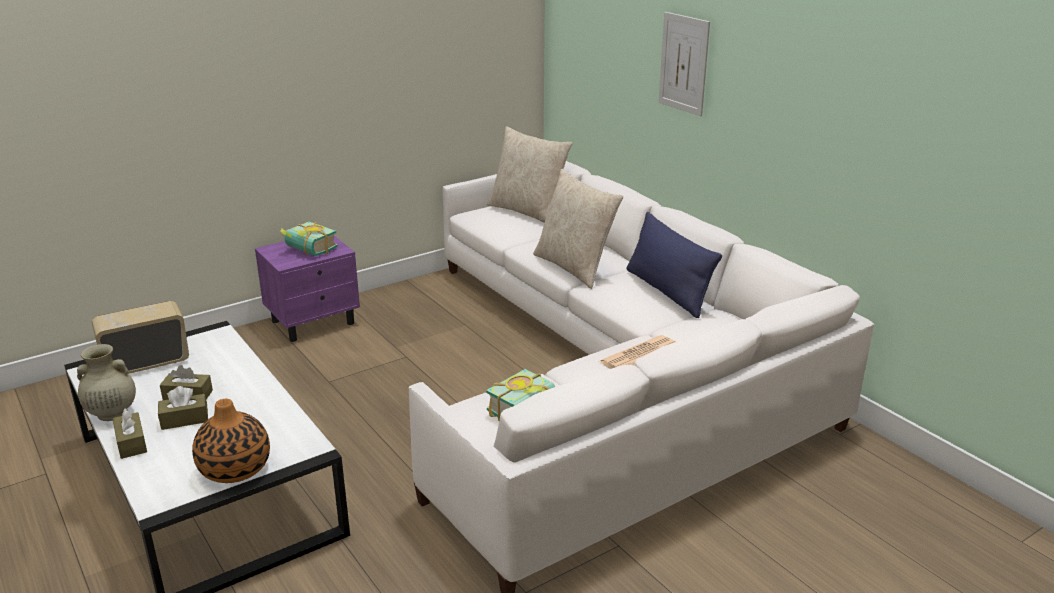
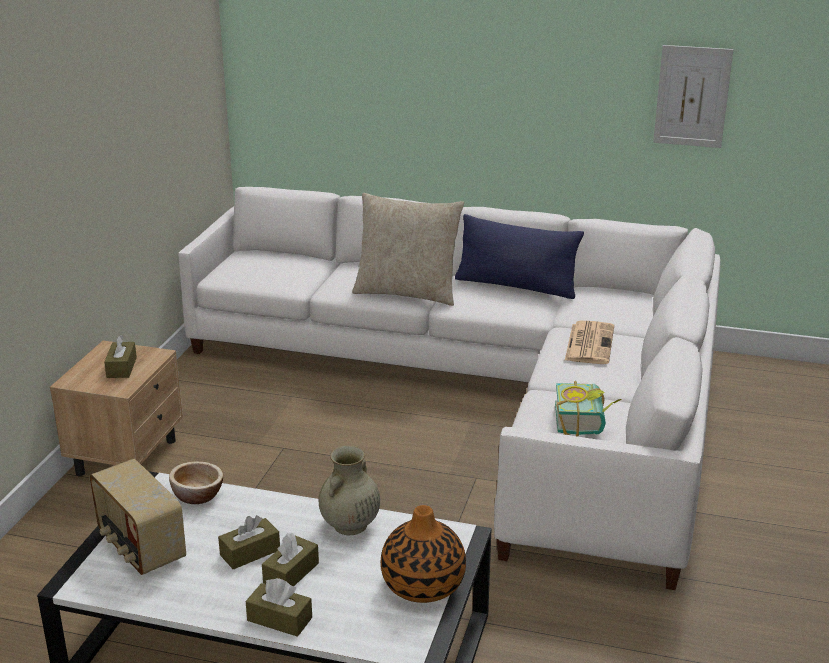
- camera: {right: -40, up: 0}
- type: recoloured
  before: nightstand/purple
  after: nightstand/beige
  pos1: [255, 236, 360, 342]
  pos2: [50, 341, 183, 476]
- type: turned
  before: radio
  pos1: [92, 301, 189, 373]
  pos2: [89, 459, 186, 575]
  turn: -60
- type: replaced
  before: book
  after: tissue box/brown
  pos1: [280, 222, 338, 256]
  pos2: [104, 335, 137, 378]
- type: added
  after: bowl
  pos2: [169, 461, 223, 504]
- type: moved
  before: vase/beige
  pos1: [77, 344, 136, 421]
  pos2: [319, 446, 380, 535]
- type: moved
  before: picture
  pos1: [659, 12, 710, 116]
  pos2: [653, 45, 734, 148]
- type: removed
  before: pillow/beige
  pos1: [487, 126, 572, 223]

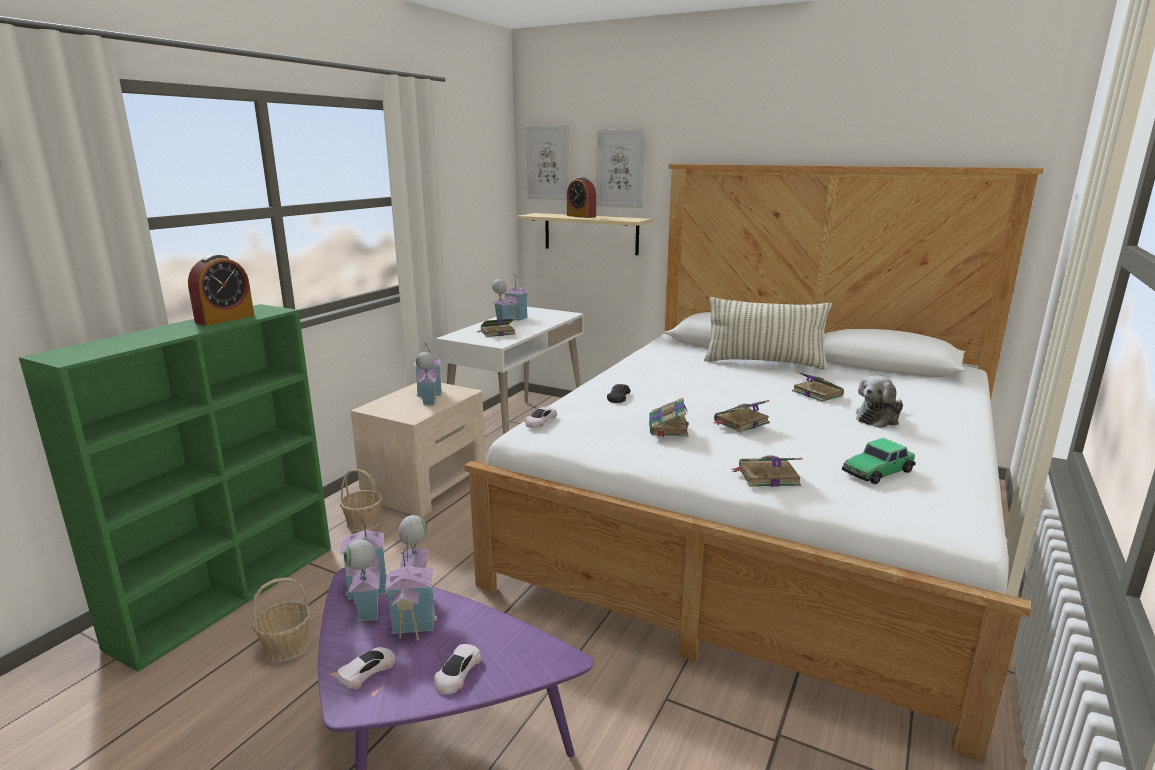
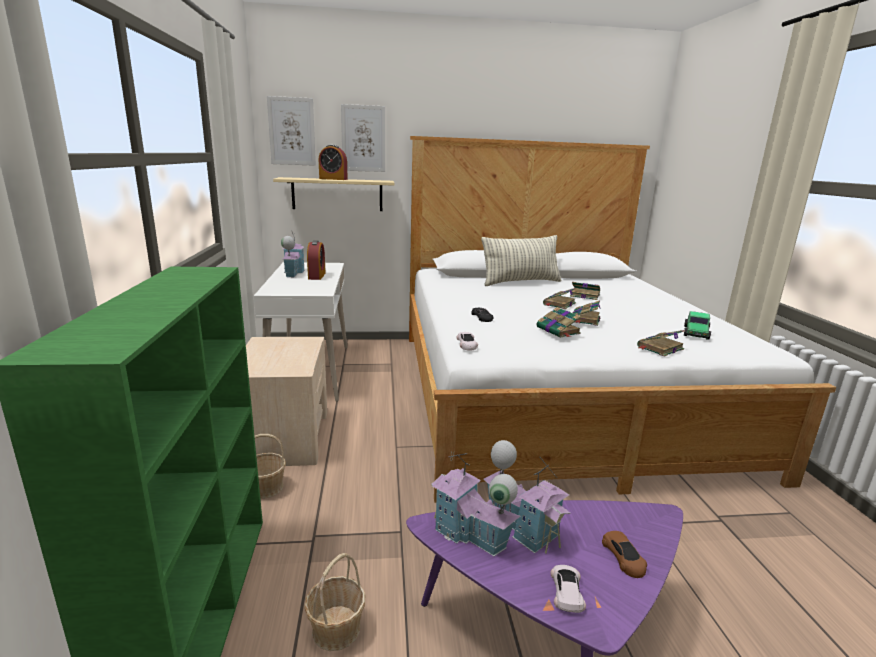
- camera: {right: -35, up: 0}
- type: moved
  before: alarm clock
  pos1: [188, 254, 254, 326]
  pos2: [307, 240, 326, 280]
- type: moved
  before: book
  pos1: [476, 318, 516, 337]
  pos2: [543, 288, 576, 309]
- type: recoloured
  before: toy car/white
  after: toy car/brown
  pos1: [434, 644, 482, 695]
  pos2: [602, 531, 647, 578]
- type: removed
  before: toy house
  pos1: [414, 342, 442, 405]
- type: removed
  before: plush toy
  pos1: [856, 375, 903, 428]

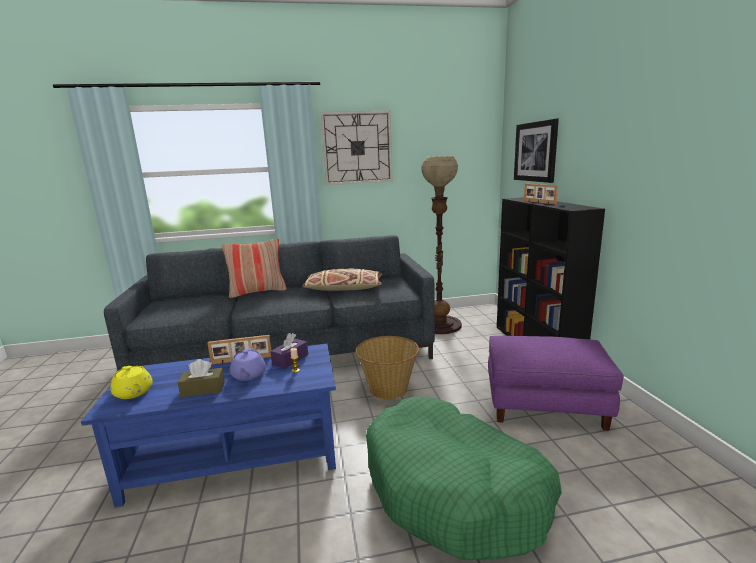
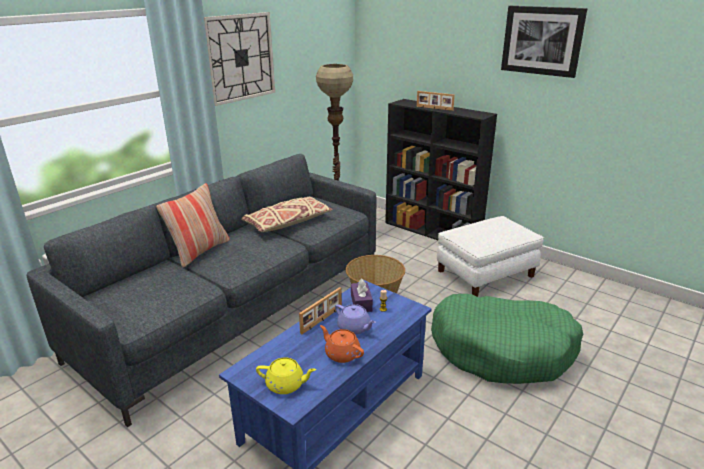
- camera: {right: -40, up: 10}
- type: replaced
  before: tissue box/brown
  after: teapot/orange
  pos1: [178, 359, 225, 397]
  pos2: [320, 325, 364, 363]
- type: recoloured
  before: ottoman/purple
  after: ottoman/white
  pos1: [488, 336, 624, 431]
  pos2: [437, 216, 544, 297]
- type: moved
  before: picture
  pos1: [514, 118, 559, 183]
  pos2: [501, 6, 587, 78]

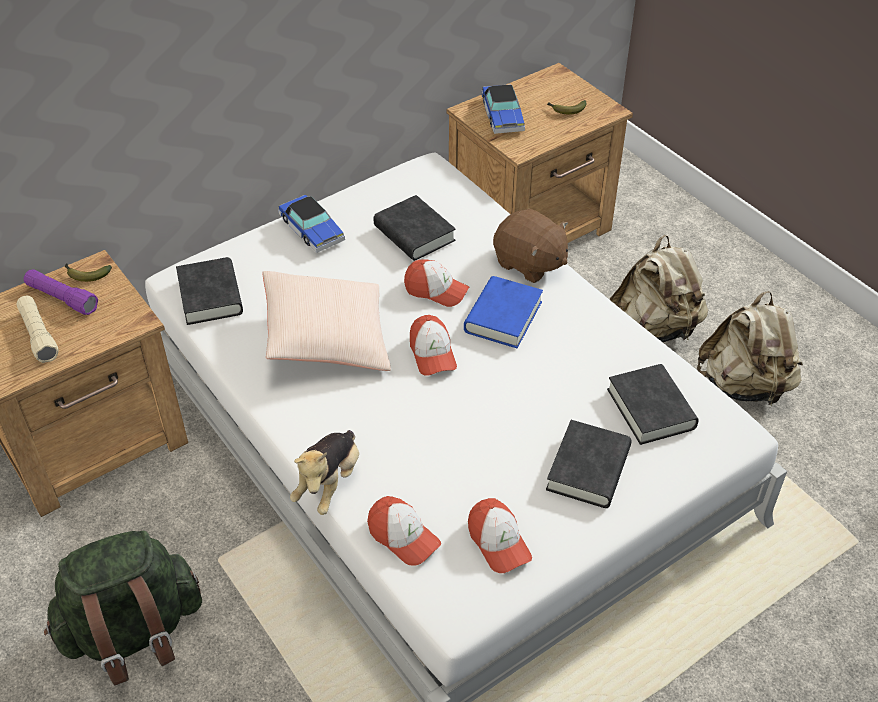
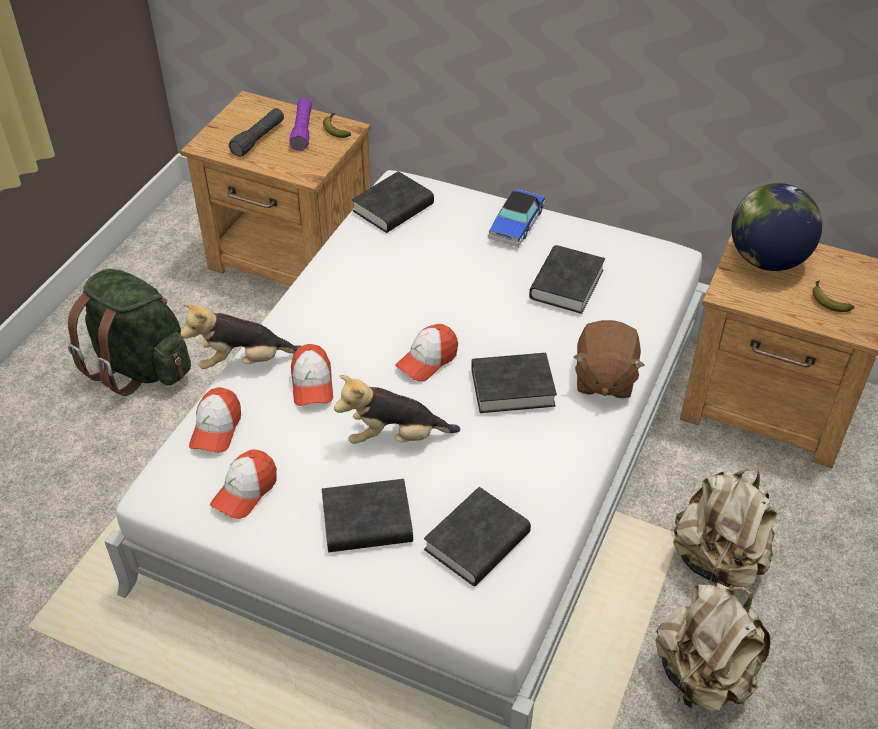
- camera: {right: 60, up: 0}
- type: recoloured
  before: flashlight/beige
  after: flashlight/black
  pos1: [16, 296, 59, 363]
  pos2: [229, 108, 284, 157]
- type: moved
  before: cap
  pos1: [404, 260, 469, 307]
  pos2: [291, 344, 333, 406]
- type: added
  after: plush toy
  pos2: [334, 375, 460, 444]
- type: recoloured
  before: book/blue
  after: book/black
  pos1: [464, 276, 543, 348]
  pos2: [471, 353, 557, 413]
- type: replaced
  before: toy car
  after: globe
  pos1: [482, 84, 525, 134]
  pos2: [731, 183, 822, 271]
- type: removed
  before: pillow/beige
  pos1: [262, 271, 391, 371]

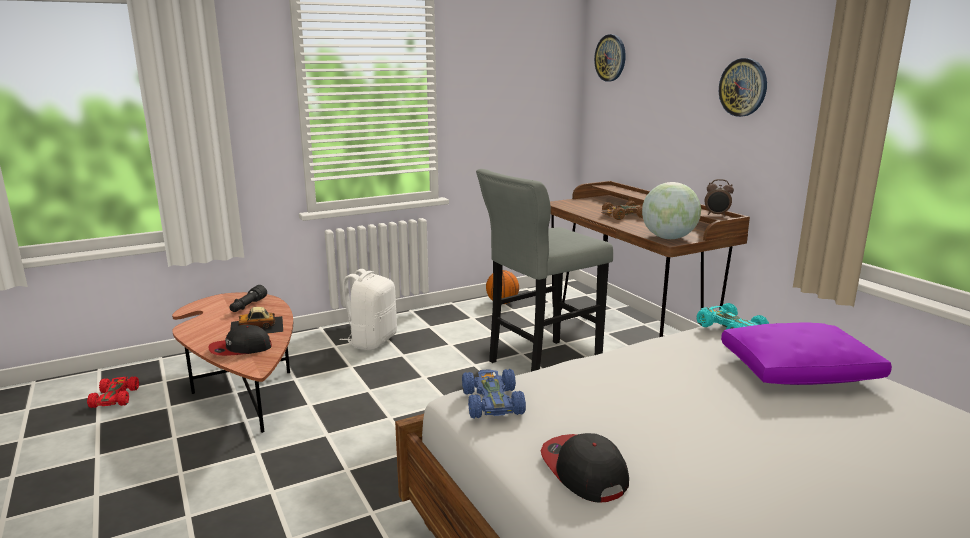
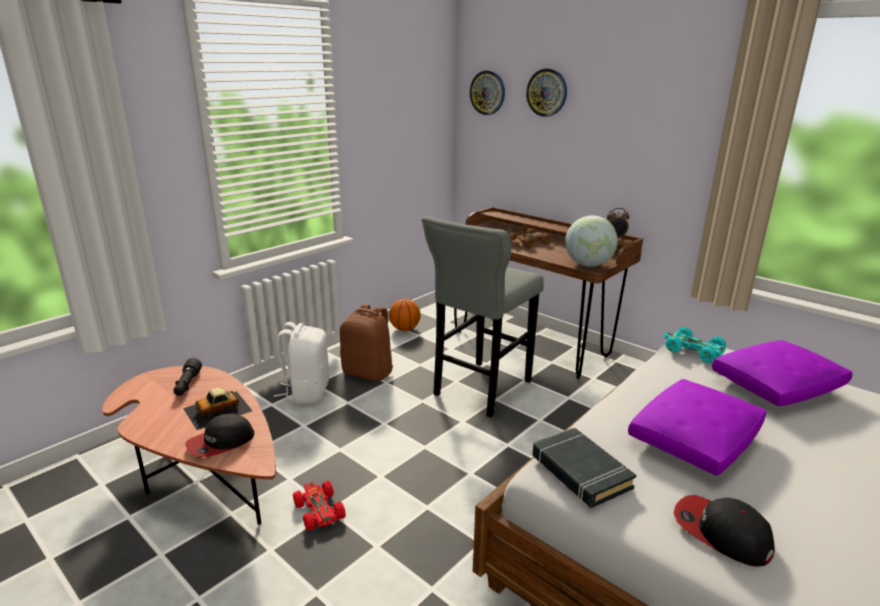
- camera: {right: -20, up: 5}
- type: moved
  before: toy car/red
  pos1: [87, 376, 139, 408]
  pos2: [293, 481, 346, 531]
- type: added
  after: backpack/brown
  pos2: [340, 304, 393, 381]
- type: moved
  before: wall clock
  pos1: [719, 58, 767, 117]
  pos2: [526, 68, 567, 117]
- type: replaced
  before: toy car/blue
  after: book/black
  pos1: [462, 369, 526, 418]
  pos2: [532, 427, 636, 508]
- type: added
  after: pillow/purple
  pos2: [628, 379, 766, 476]

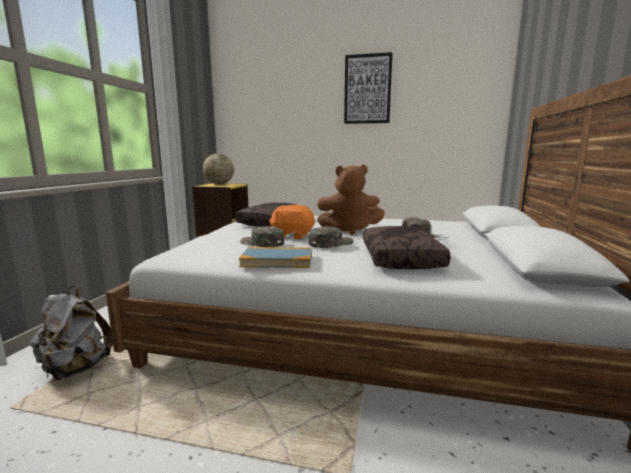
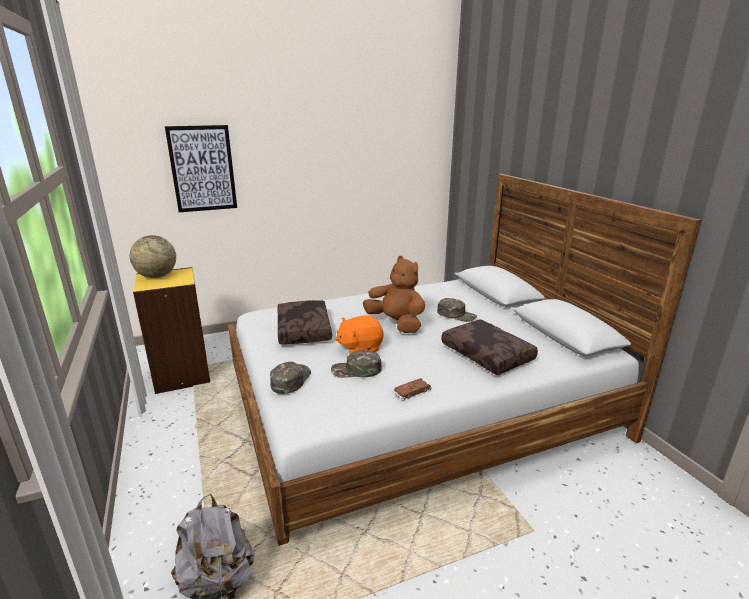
- camera: {right: -35, up: 10}
- type: moved
  before: picture
  pos1: [344, 52, 393, 124]
  pos2: [165, 125, 237, 212]
- type: moved
  before: cap/green
  pos1: [309, 226, 354, 248]
  pos2: [270, 362, 311, 394]
- type: turned
  before: plush toy/brown
  pos1: [317, 164, 385, 235]
  pos2: [363, 256, 425, 333]
  turn: -105
- type: replaced
  before: book
  after: toy car/brown
  pos1: [239, 247, 312, 268]
  pos2: [393, 378, 432, 400]

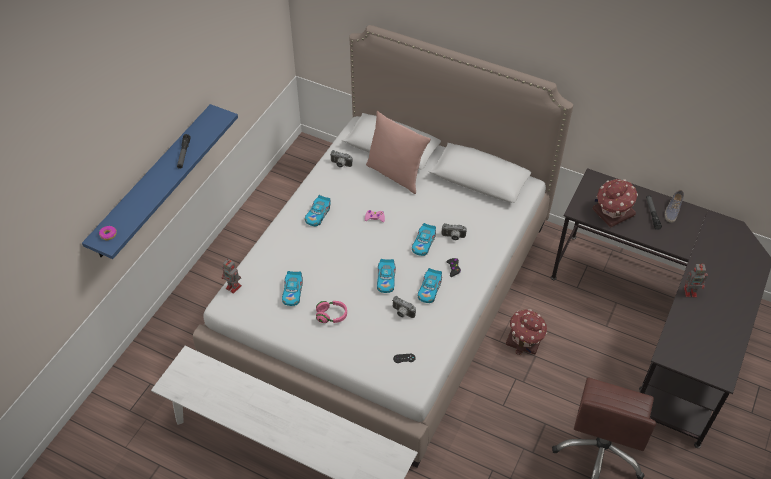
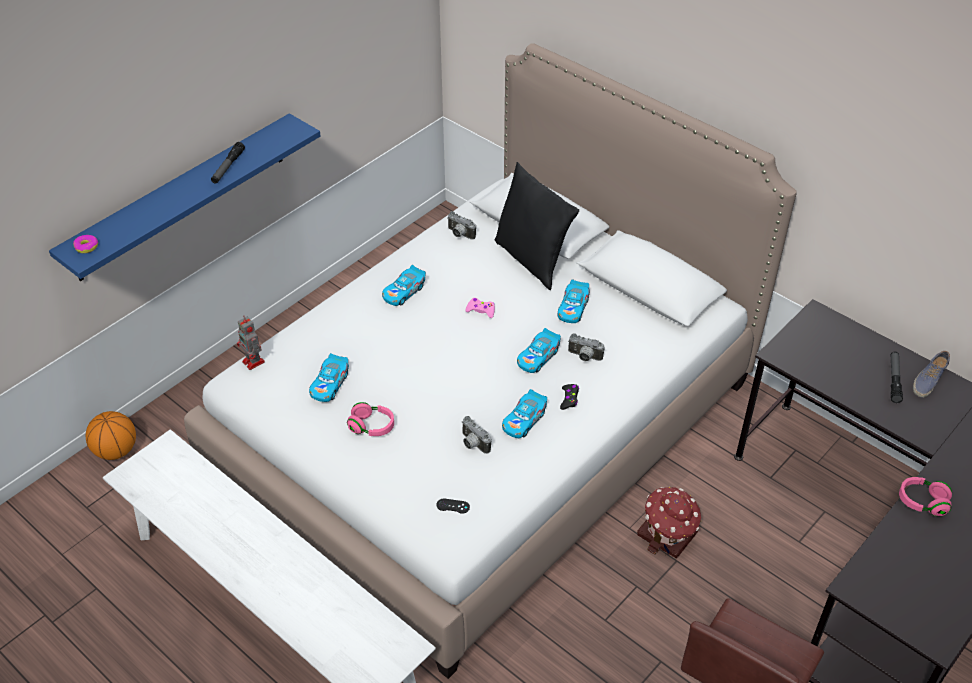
- camera: {right: 15, up: -5}
- type: added
  after: basketball
  pos2: [86, 411, 136, 460]
- type: recoloured
  before: pillow/pink
  after: pillow/black
  pos1: [366, 111, 431, 194]
  pos2: [494, 162, 579, 290]
- type: moved
  before: toy car
  pos1: [377, 259, 396, 293]
  pos2: [557, 279, 590, 323]
- type: replaced
  before: toy robot
  after: headphones/pink
  pos1: [684, 263, 708, 297]
  pos2: [899, 477, 952, 516]
- type: removed
  before: toy house
  pos1: [592, 179, 638, 228]

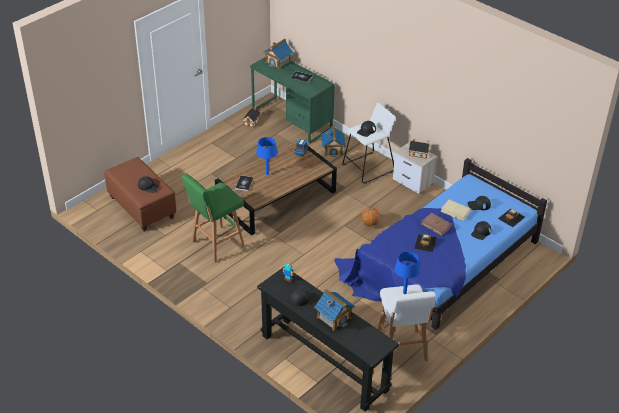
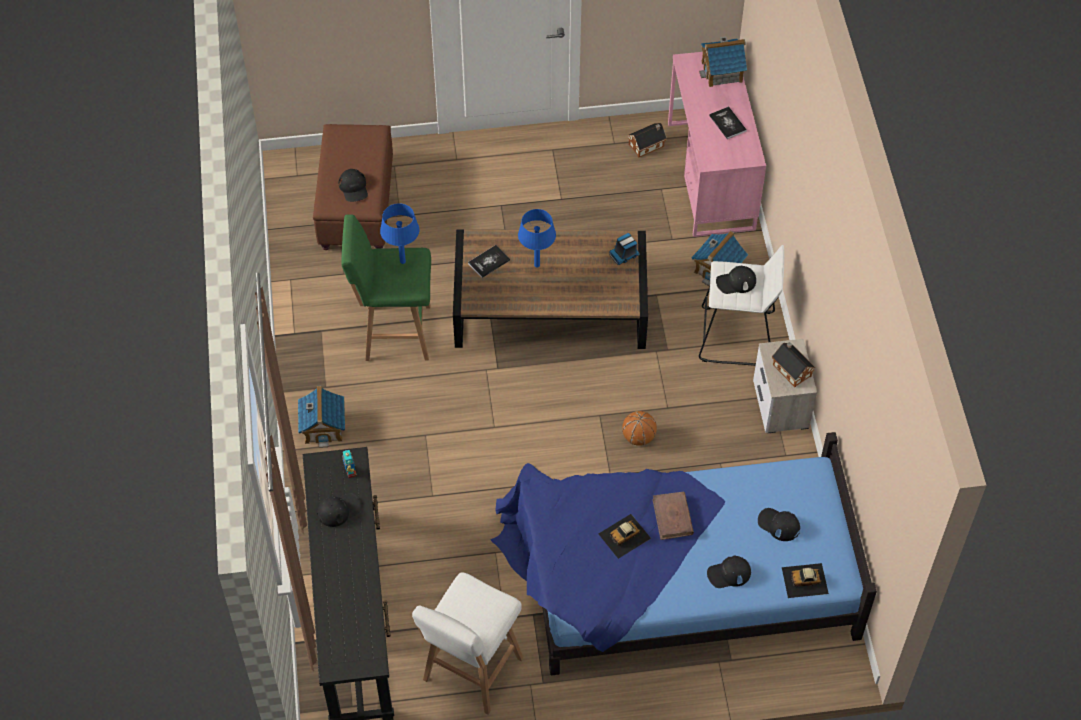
- camera: {right: 40, up: 15}
- type: moved
  before: toy house
  pos1: [314, 289, 355, 330]
  pos2: [298, 385, 345, 448]
- type: moved
  before: table lamp/blue
  pos1: [395, 251, 420, 294]
  pos2: [380, 203, 419, 264]
- type: recoloured
  before: desk/green
  after: desk/pink
  pos1: [250, 57, 335, 144]
  pos2: [668, 52, 766, 237]
- type: removed
  before: book/beige
  pos1: [440, 200, 471, 221]

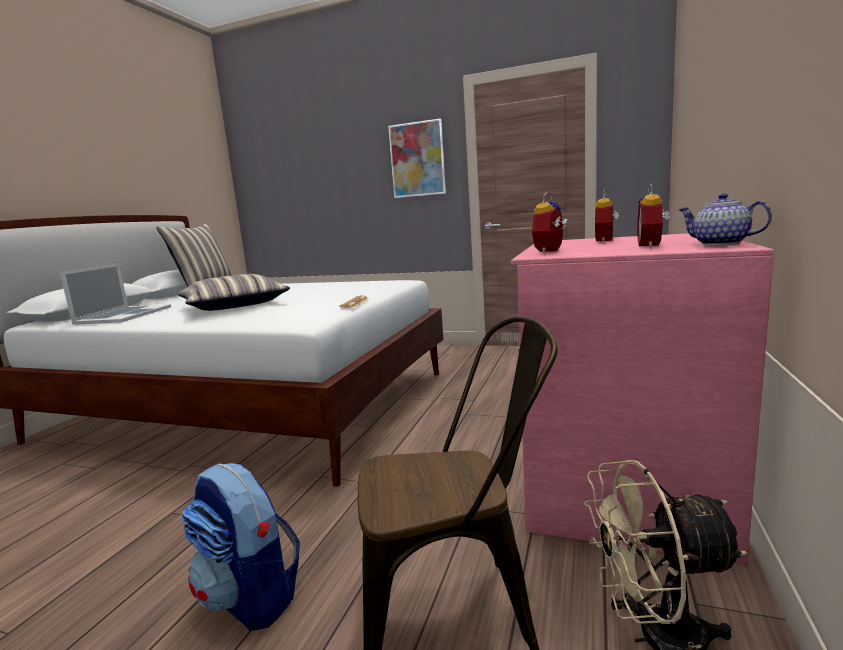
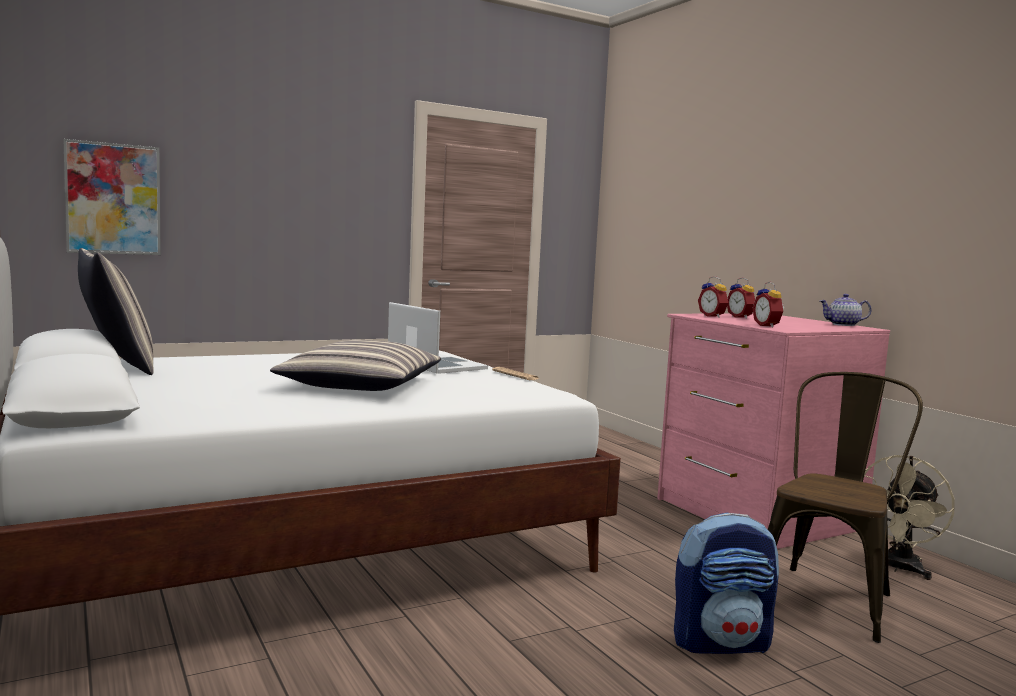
- camera: {right: -50, up: -5}
- type: moved
  before: picture
  pos1: [388, 118, 446, 198]
  pos2: [63, 139, 161, 255]
- type: moved
  before: laptop
  pos1: [60, 263, 171, 325]
  pos2: [388, 302, 488, 374]
- type: moved
  before: alarm clock
  pos1: [637, 183, 670, 247]
  pos2: [698, 276, 728, 318]

